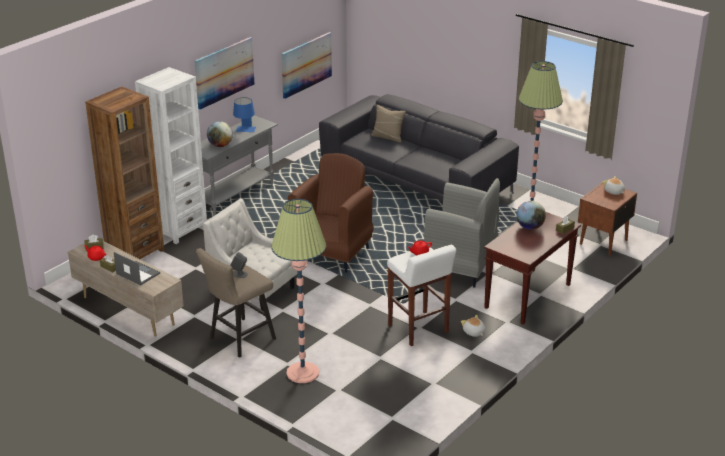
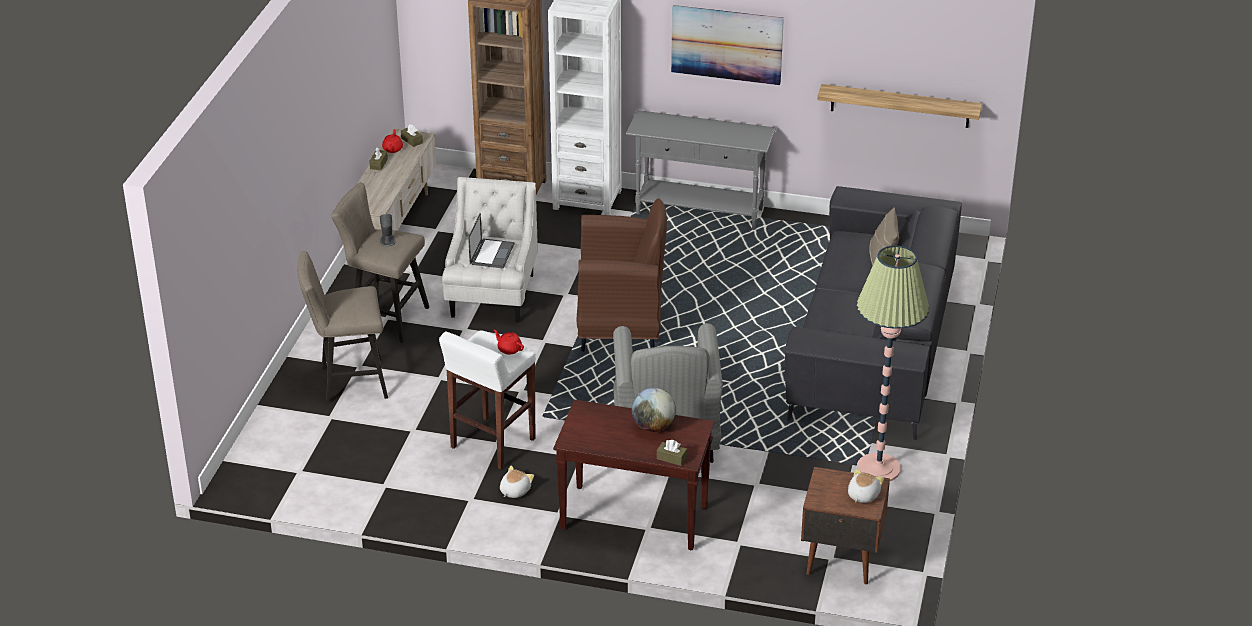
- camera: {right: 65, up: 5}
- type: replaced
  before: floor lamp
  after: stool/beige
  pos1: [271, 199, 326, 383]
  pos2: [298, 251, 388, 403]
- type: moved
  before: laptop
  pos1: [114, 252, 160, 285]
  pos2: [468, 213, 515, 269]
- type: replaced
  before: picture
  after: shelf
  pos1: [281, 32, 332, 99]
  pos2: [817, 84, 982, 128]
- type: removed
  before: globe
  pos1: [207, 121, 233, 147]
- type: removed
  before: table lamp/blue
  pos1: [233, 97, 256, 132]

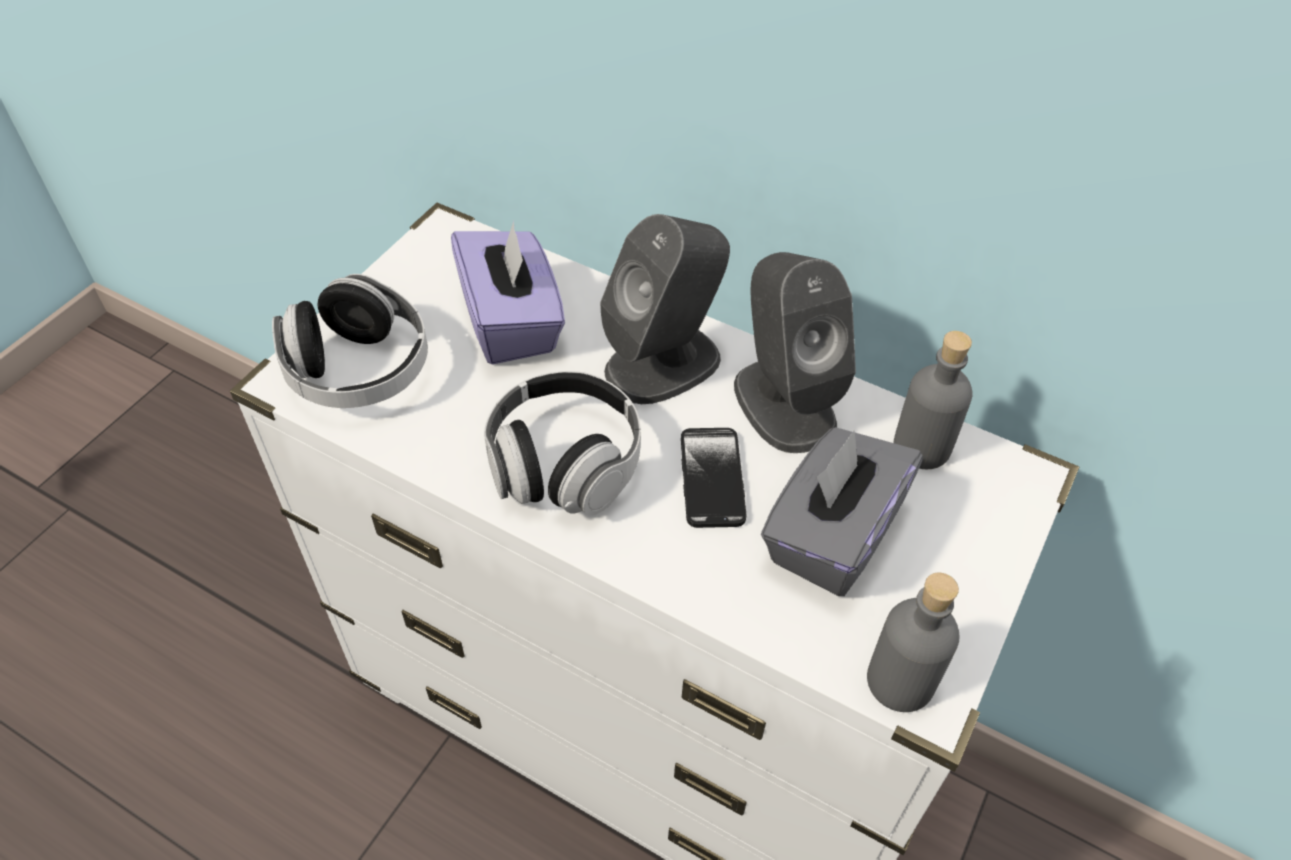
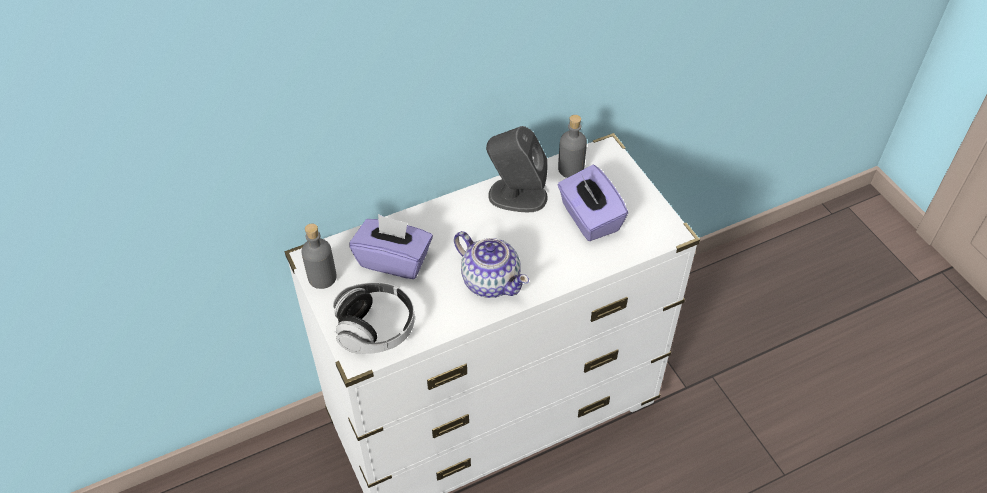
- camera: {right: -55, up: 0}
- type: moved
  before: bottle/grey
  pos1: [867, 573, 959, 712]
  pos2: [301, 224, 337, 289]
- type: replaced
  before: headphones
  after: teapot
  pos1: [484, 371, 641, 516]
  pos2: [454, 231, 529, 298]
- type: recoloured
  before: tissue box/grey
  after: tissue box/purple
  pos1: [761, 427, 923, 596]
  pos2: [558, 165, 628, 241]
- type: removed
  before: speaker/grey
  pos1: [600, 214, 730, 404]
- type: removed
  before: phone
  pos1: [681, 428, 747, 528]

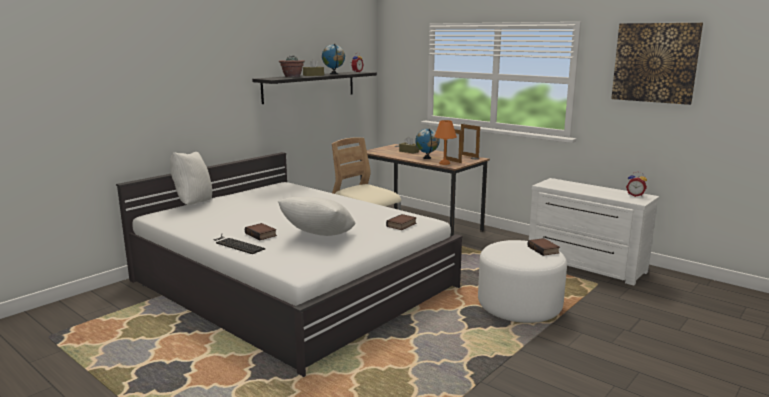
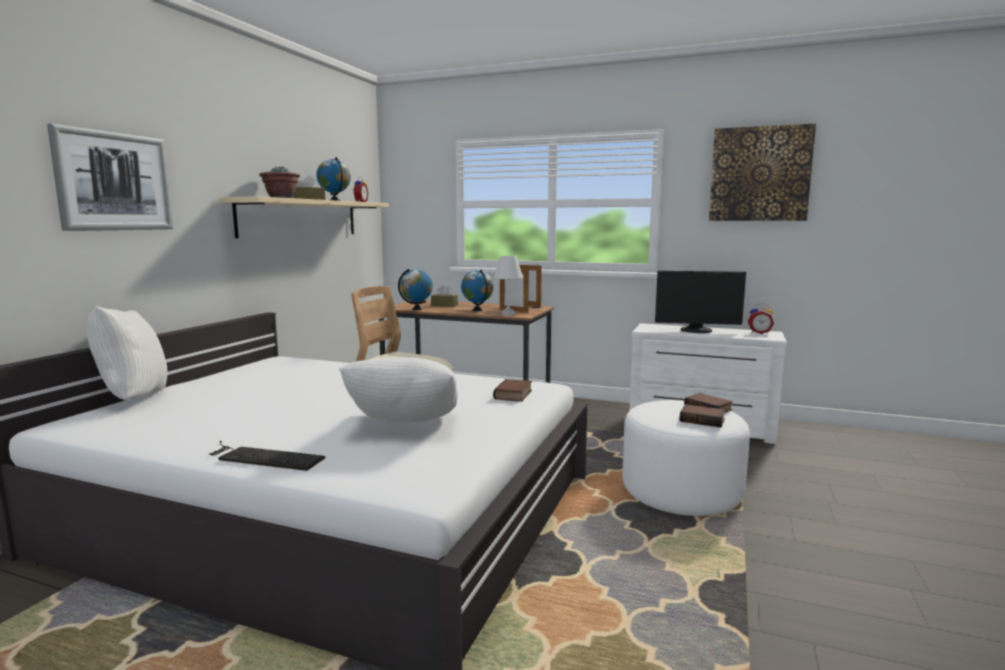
- camera: {right: -20, up: -5}
- type: added
  after: picture
  pos2: [47, 123, 173, 231]
- type: recoloured
  before: shelf/black
  after: shelf/beige
  pos1: [252, 72, 377, 104]
  pos2: [220, 196, 389, 238]
- type: added
  after: globe
  pos2: [398, 269, 433, 310]
- type: recoloured
  before: table lamp/orange
  after: table lamp/white
  pos1: [434, 120, 457, 165]
  pos2: [494, 256, 523, 315]
- type: added
  after: monitor
  pos2: [655, 271, 746, 333]
- type: moved
  before: book
  pos1: [245, 223, 277, 240]
  pos2: [680, 404, 726, 428]

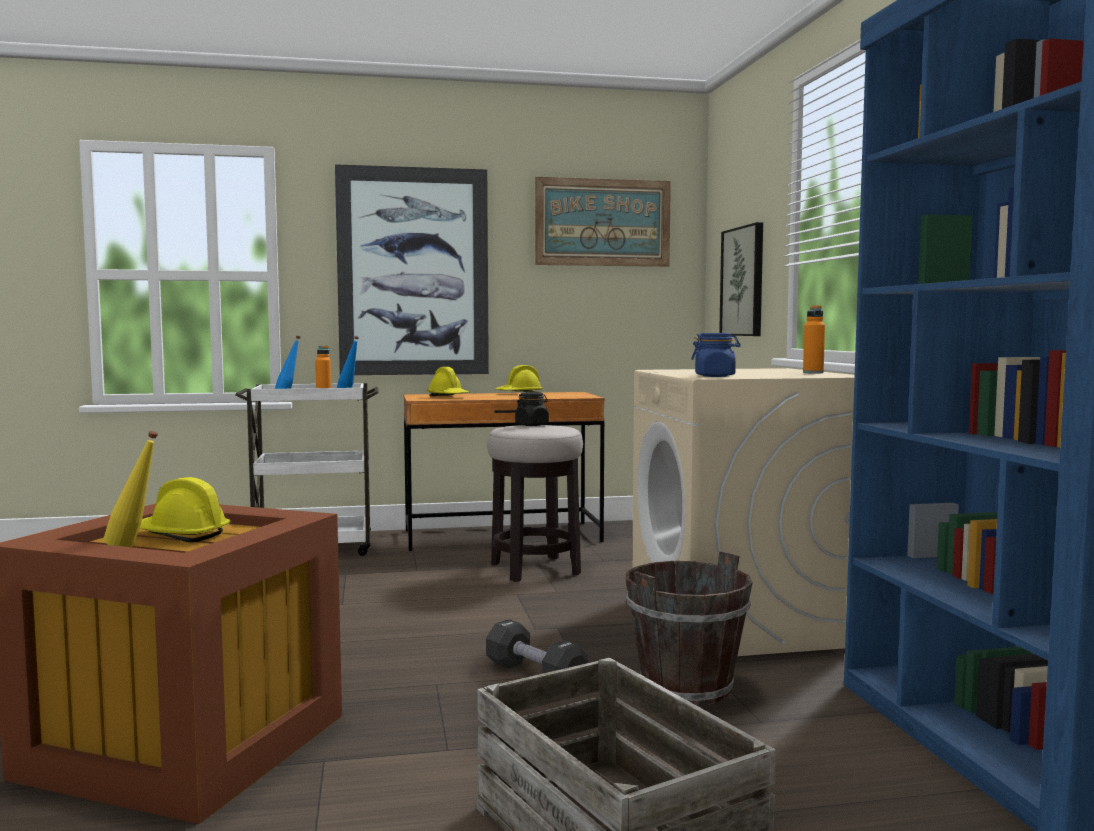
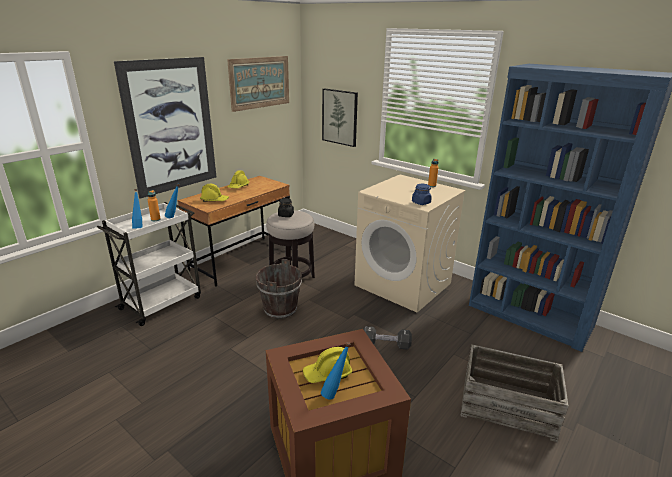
- camera: {right: -40, up: 20}
- type: moved
  before: bucket/brown
  pos1: [625, 551, 753, 706]
  pos2: [256, 259, 302, 319]
- type: recoloured
  before: bottle/yellow
  after: bottle/blue
  pos1: [103, 431, 158, 547]
  pos2: [321, 342, 350, 400]

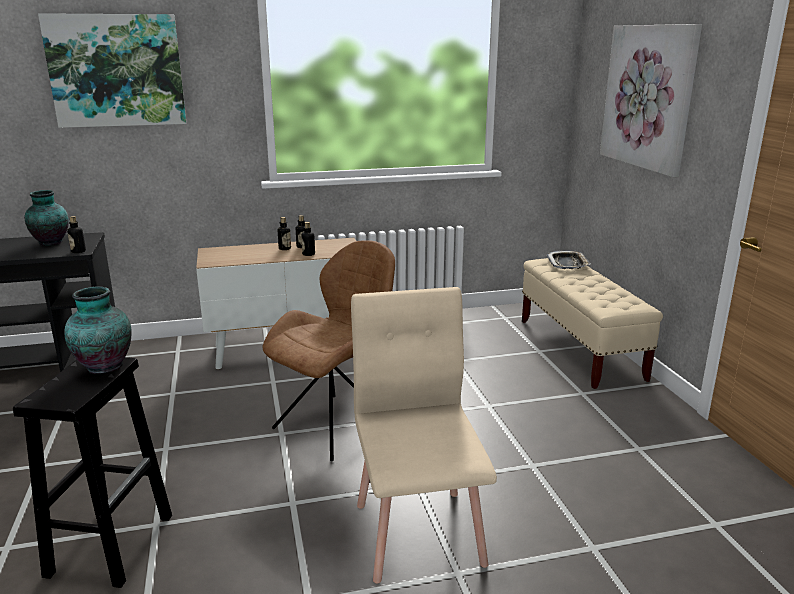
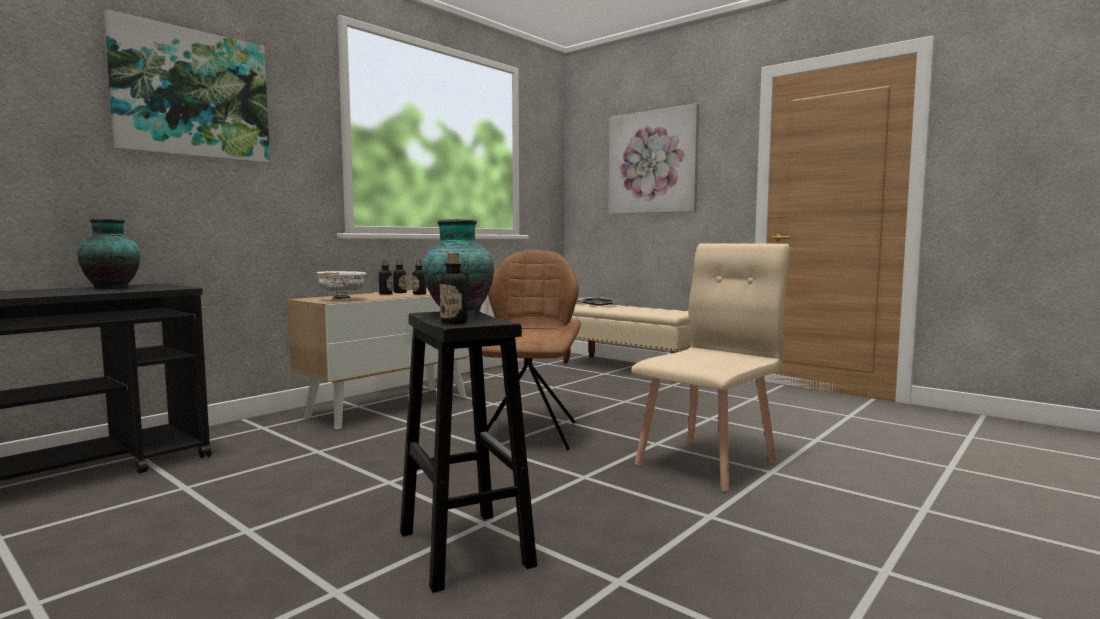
- camera: {right: -35, up: -15}
- type: added
  after: bowl/white
  pos2: [316, 271, 366, 301]
- type: moved
  before: bottle
  pos1: [67, 216, 86, 253]
  pos2: [440, 253, 468, 324]
- type: turned
  before: chair/beige
  pos1: [351, 287, 497, 583]
  pos2: [631, 243, 790, 492]
  turn: 90

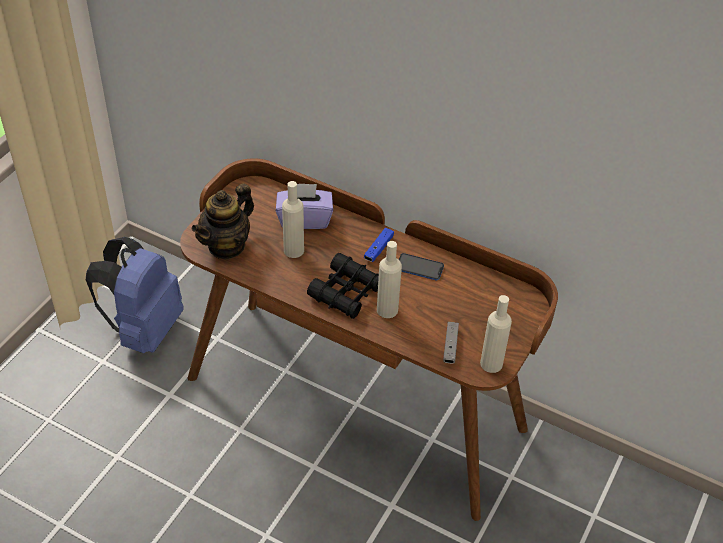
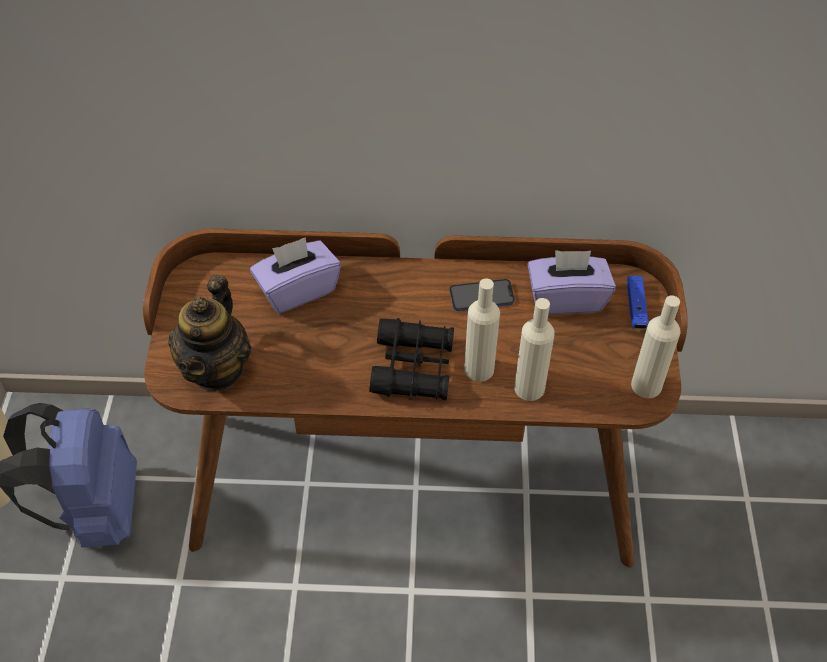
- camera: {right: -25, up: 5}
- type: moved
  before: bottle/beige
  pos1: [282, 181, 304, 258]
  pos2: [514, 298, 555, 401]
- type: added
  after: tissue box/purple
  pos2: [527, 250, 616, 315]
- type: moved
  before: game controller/blue
  pos1: [364, 228, 394, 262]
  pos2: [627, 276, 649, 329]
- type: removed
  before: game controller/grey
  pos1: [443, 322, 459, 364]

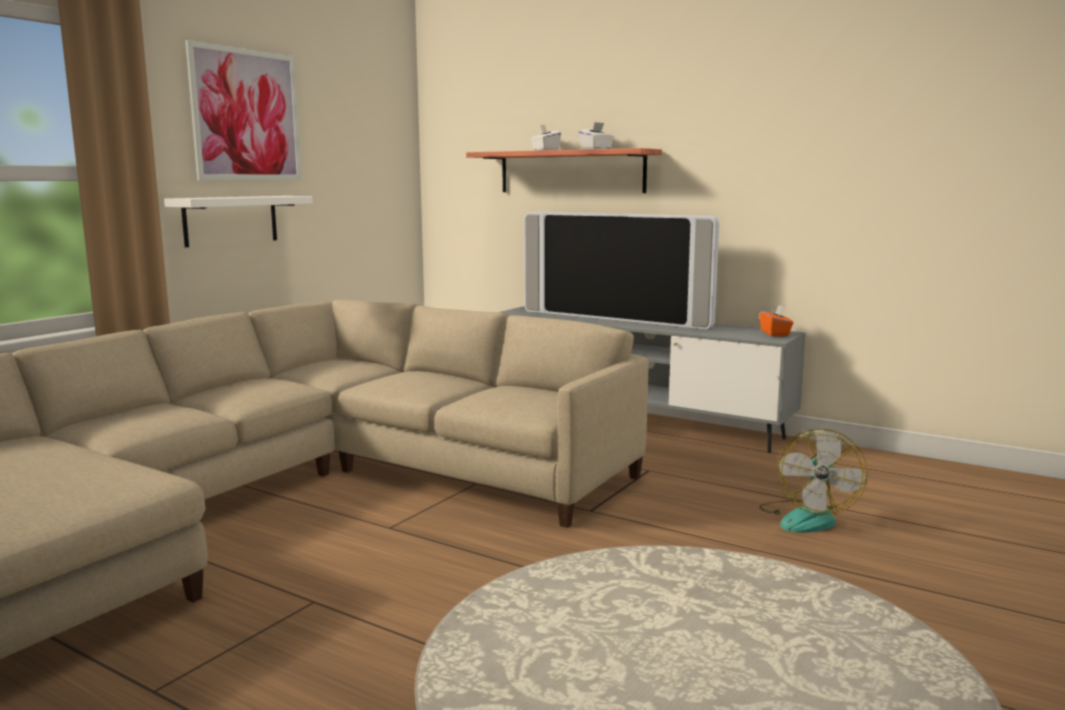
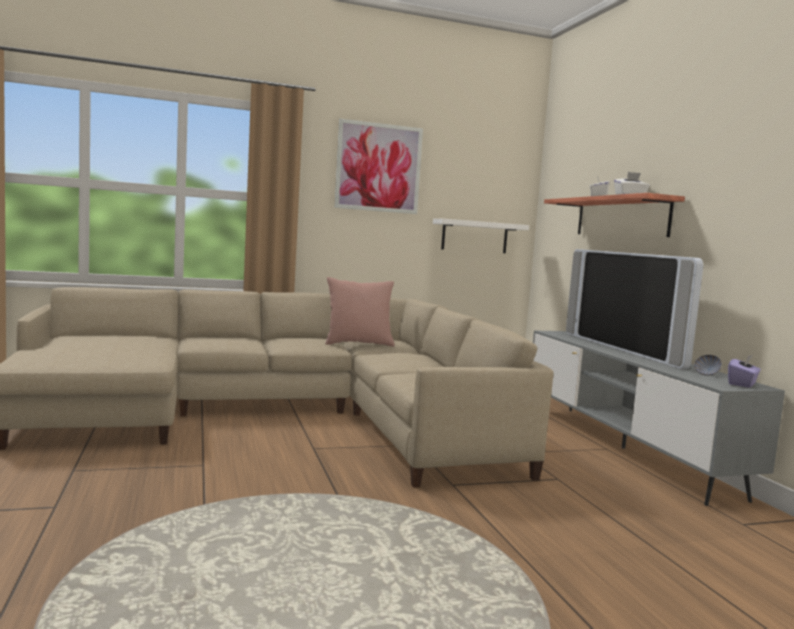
- camera: {right: 40, up: -5}
- type: added
  after: pillow/pink
  pos2: [325, 277, 395, 347]
- type: moved
  before: shelf/white
  pos1: [164, 196, 313, 247]
  pos2: [433, 219, 529, 253]
- type: added
  after: bowl
  pos2: [694, 355, 722, 376]
- type: recoloured
  before: tissue box/orange
  after: tissue box/purple
  pos1: [759, 305, 794, 336]
  pos2: [728, 355, 761, 388]
- type: removed
  before: fan
  pos1: [759, 429, 868, 533]

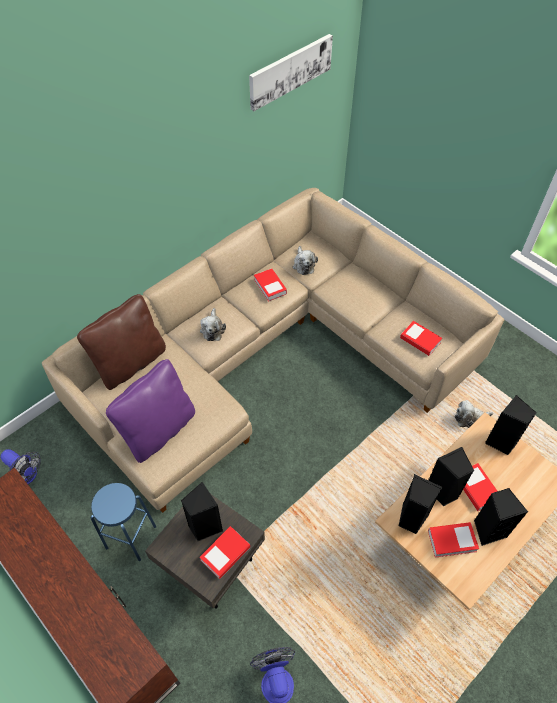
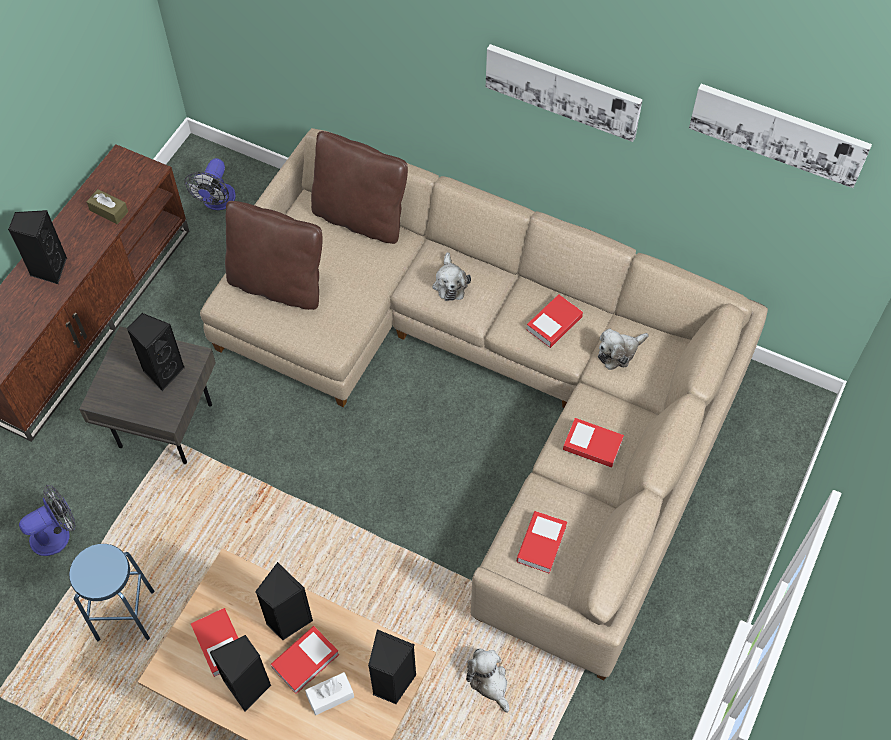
- camera: {right: 70, up: 5}
- type: moved
  before: speaker/black
  pos1: [399, 474, 443, 534]
  pos2: [8, 210, 67, 284]
- type: moved
  before: stool/blue
  pos1: [90, 483, 156, 561]
  pos2: [69, 544, 155, 641]
- type: added
  after: tissue box/brown
  pos2: [86, 189, 128, 224]
- type: recoloured
  before: pillow/purple
  after: pillow/brown
  pos1: [106, 359, 195, 463]
  pos2: [225, 201, 323, 310]
- type: added
  after: tissue box/white
  pos2: [305, 672, 354, 715]
- type: turned
  before: plush toy
  pos1: [200, 308, 226, 341]
  pos2: [432, 252, 471, 301]
  turn: -75
- type: added
  after: picture
  pos2: [486, 44, 643, 142]
- type: moved
  before: book
  pos1: [200, 526, 250, 579]
  pos2: [563, 418, 624, 468]

